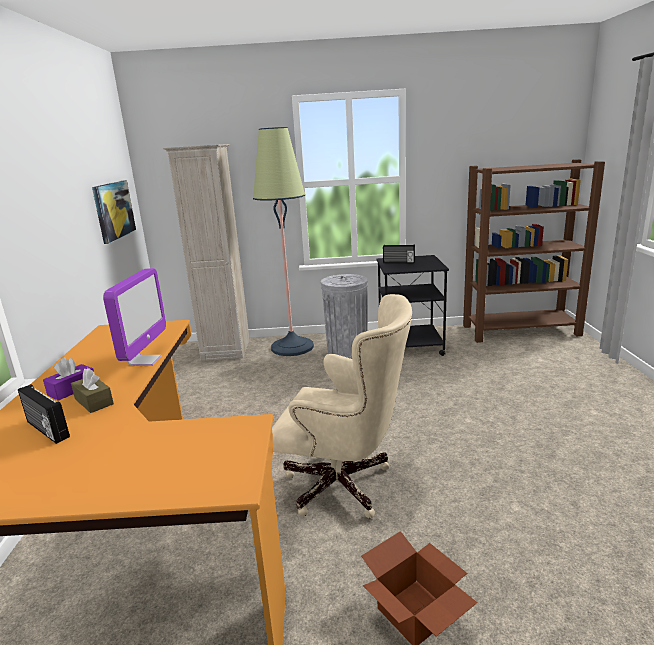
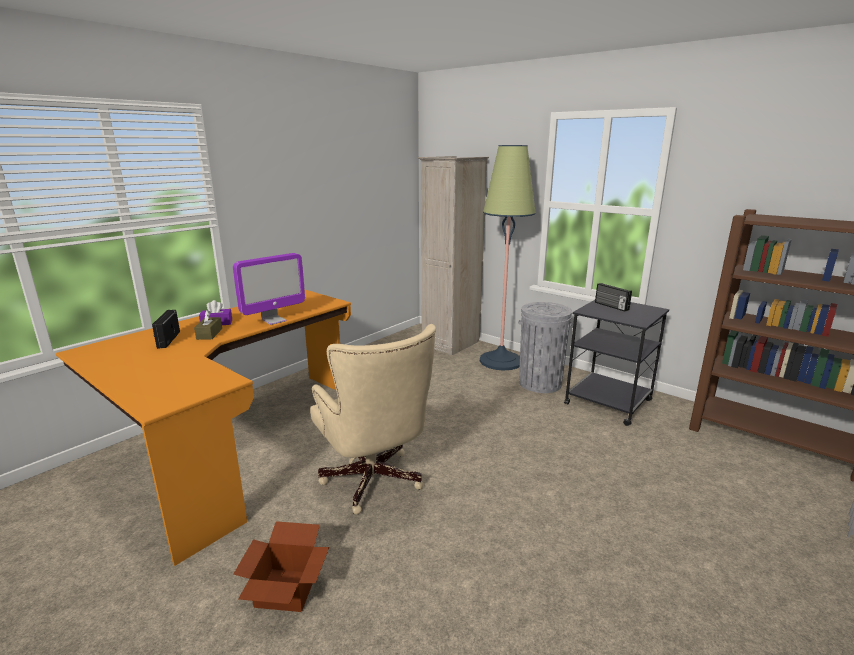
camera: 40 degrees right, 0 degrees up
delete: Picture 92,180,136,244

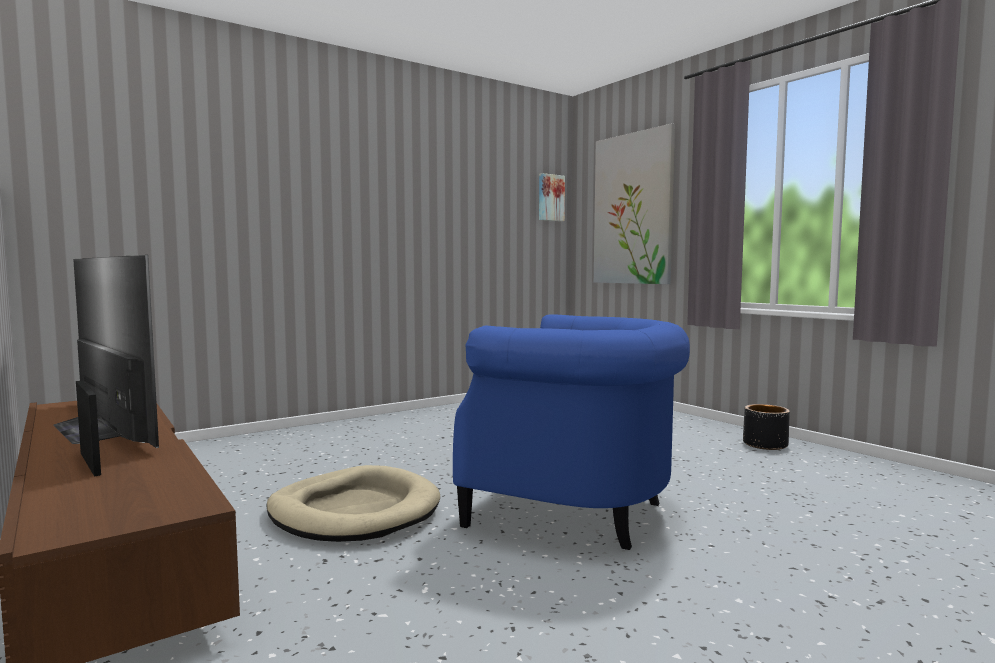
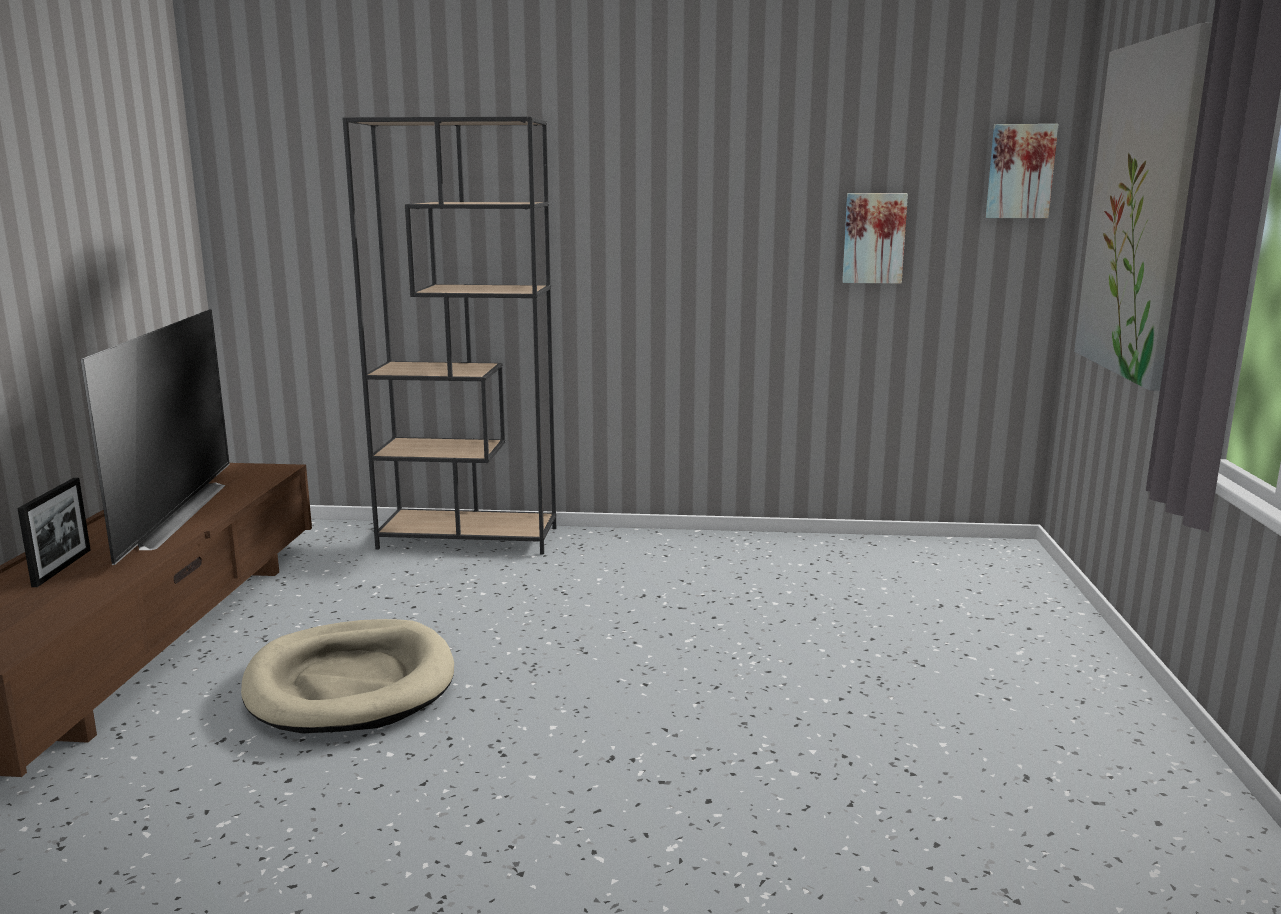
camera: 40 degrees right, 10 degrees up
delete: BluishLoungeChair 453,314,690,550; BlackishFlowerPot 743,404,790,450
insert: Bookcase 343,117,556,555; Picture 842,193,908,284

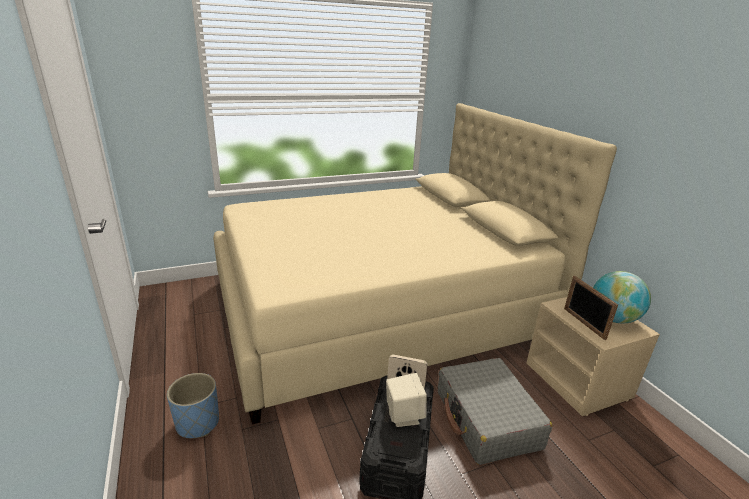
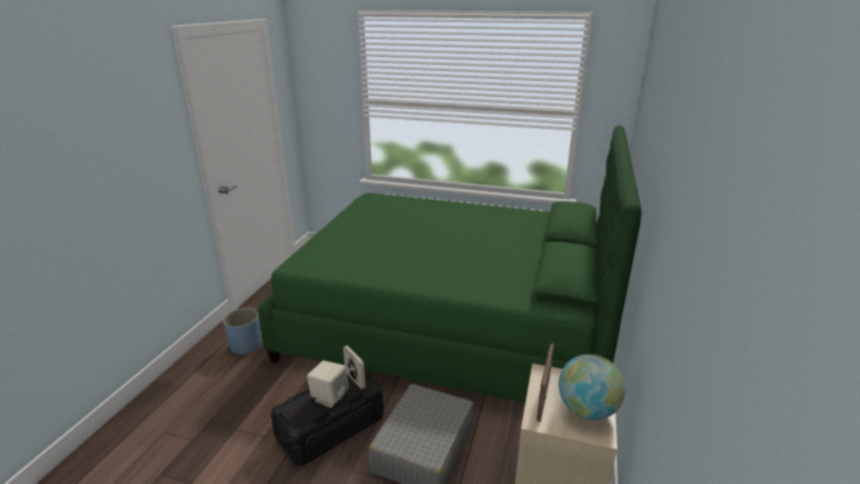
camera: 40 degrees right, 0 degrees up
recolor: BeigeBedroomBed 213,103,617,425 to GreenBedroomBed 257,126,642,403

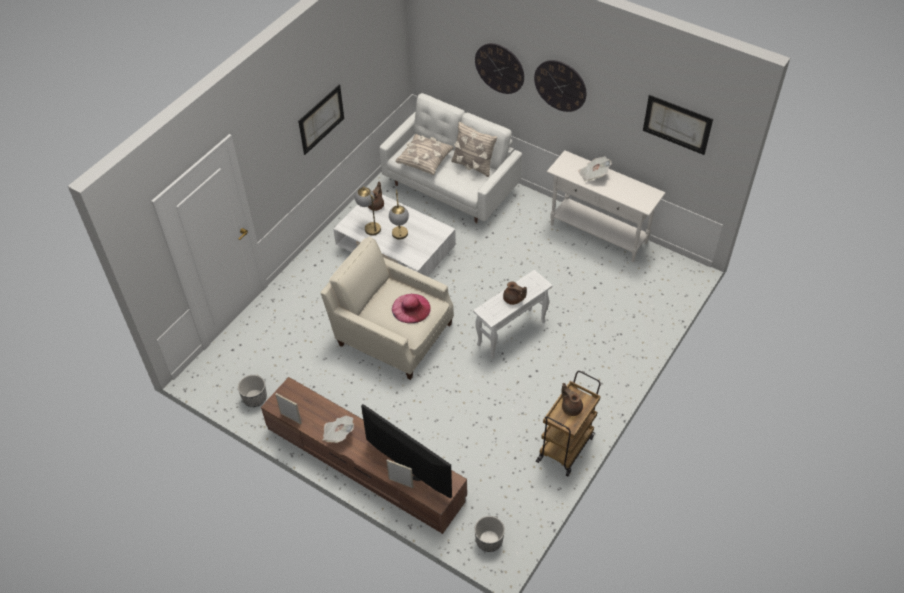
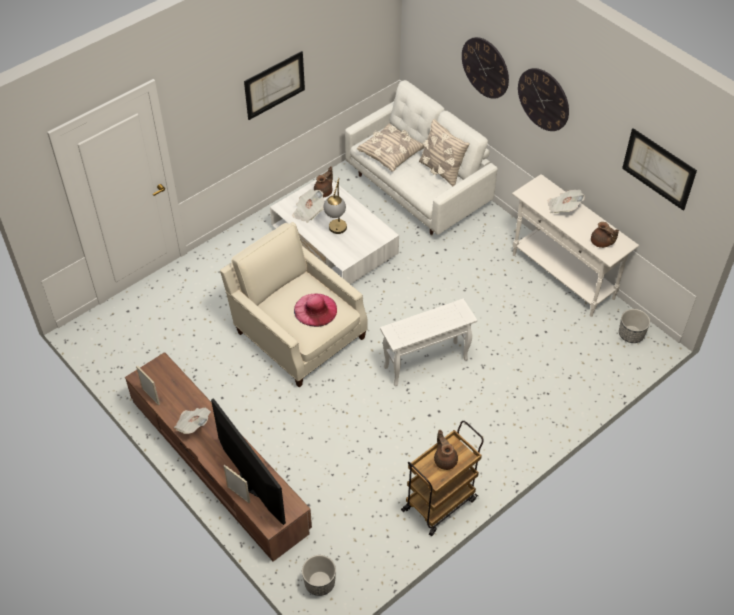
camera: 15 degrees right, 0 degrees up
move: BrownPotForTea 503,281,527,305 to 591,222,619,248; FlowerPot 238,375,267,407 to 619,309,650,343
replace: TableLamp 355,186,381,236 to DailyPaper 292,189,325,223

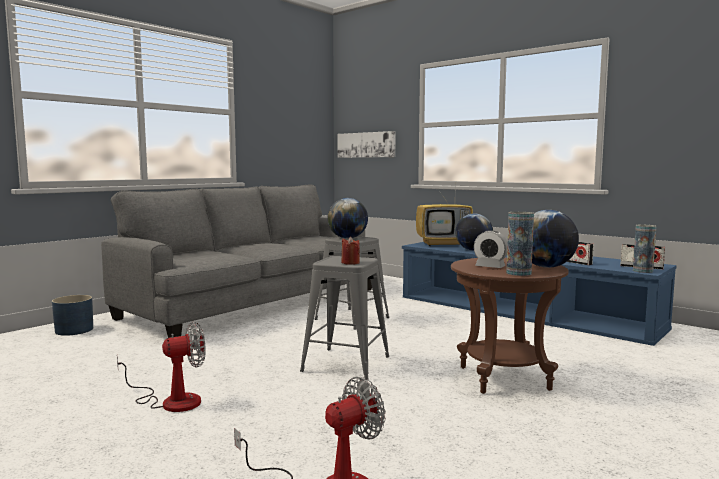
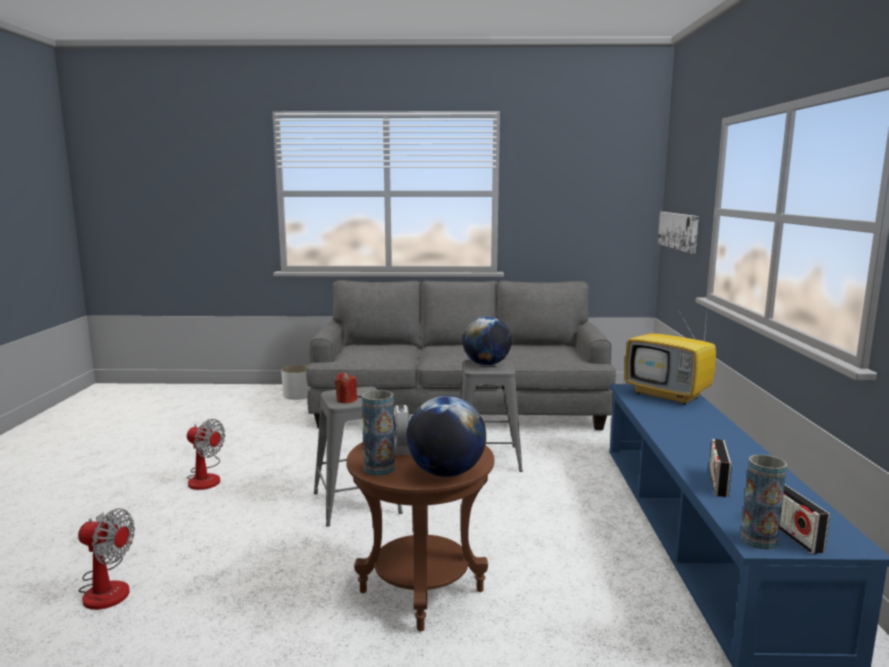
camera: 50 degrees right, 5 degrees up
delete: WorldGlobe 455,213,493,251
recolor: BluishFlowerPot 52,295,93,336 to WhitishFlowerPot 281,365,310,400

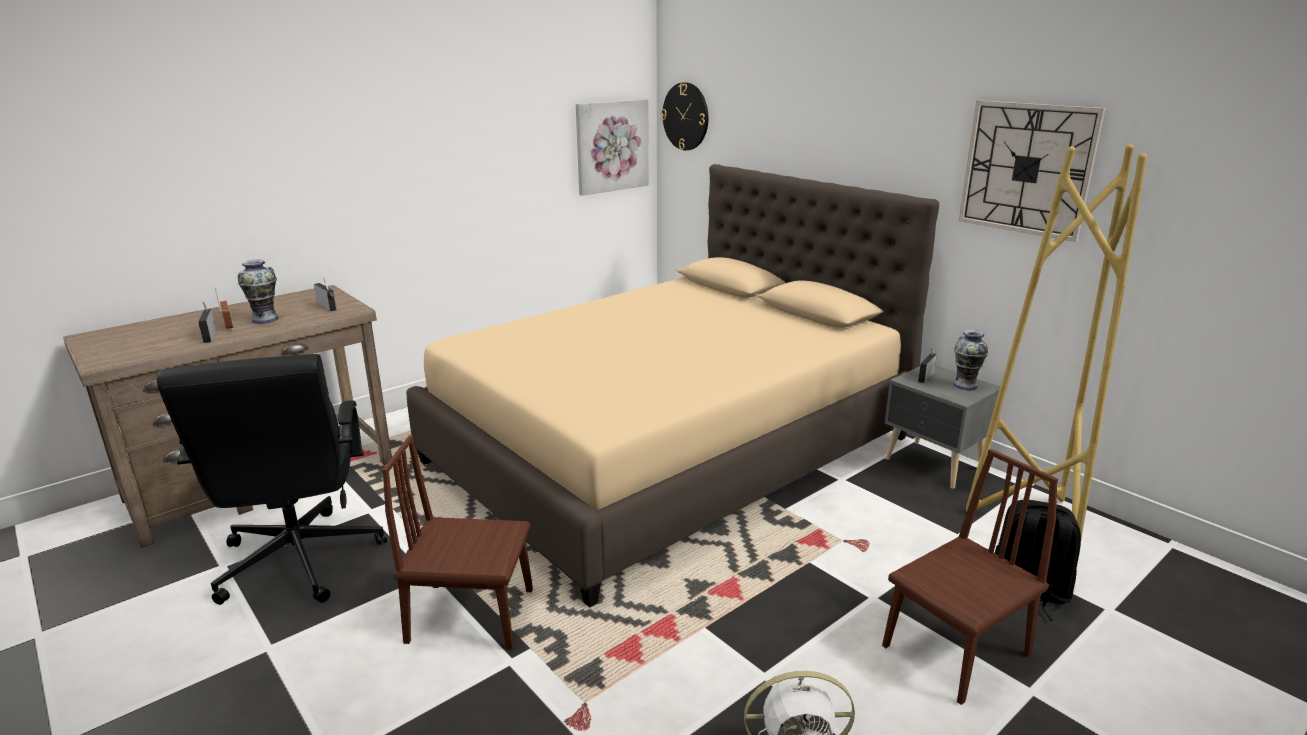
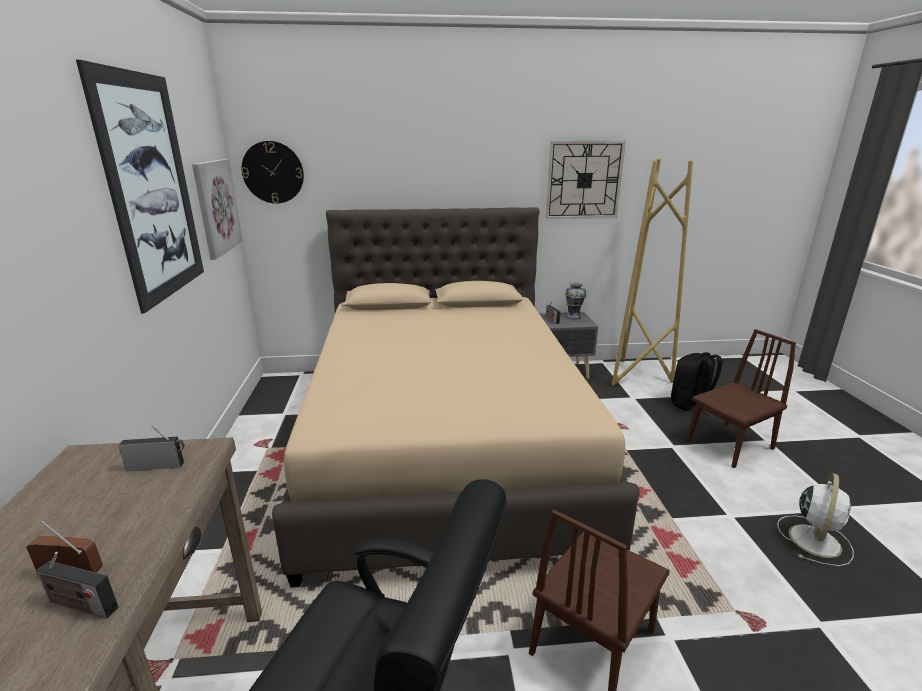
camera: 55 degrees left, 0 degrees up
delete: DecorativeVase 238,259,278,324
insert: Picture 76,60,204,314
rotate: BrownPlainChair 882,449,1058,705 = 686,329,796,468 60 degrees clockwise

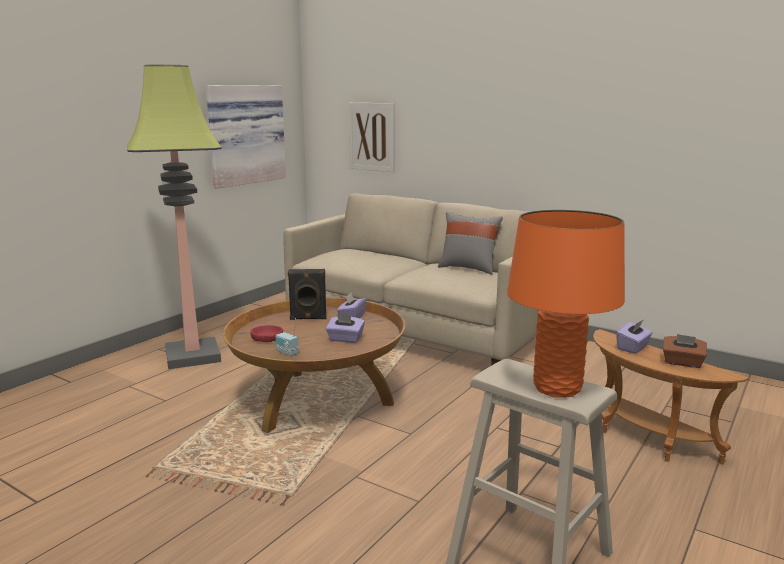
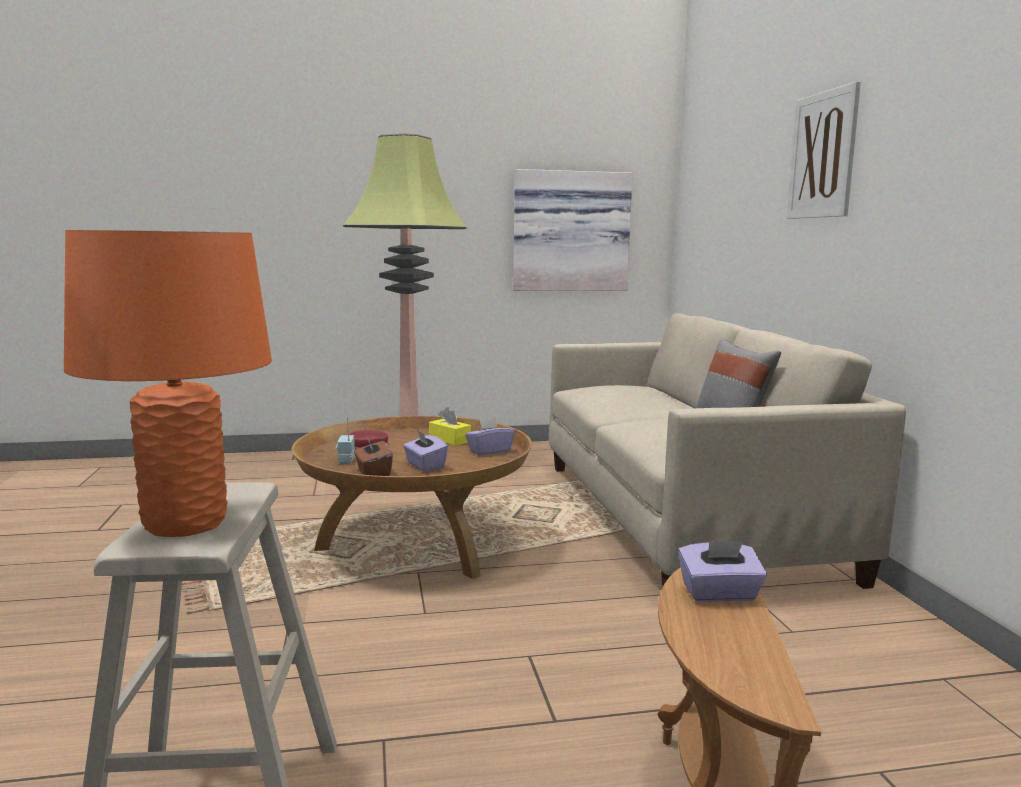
camera: 45 degrees right, 5 degrees down
move: Picture 348,103,395,172 to 787,81,861,219; BrownTissueBox 663,334,707,368 to 354,439,393,476
replace: BlackishSpeaker 288,269,327,320 to YellowishTissueBox 429,407,471,446

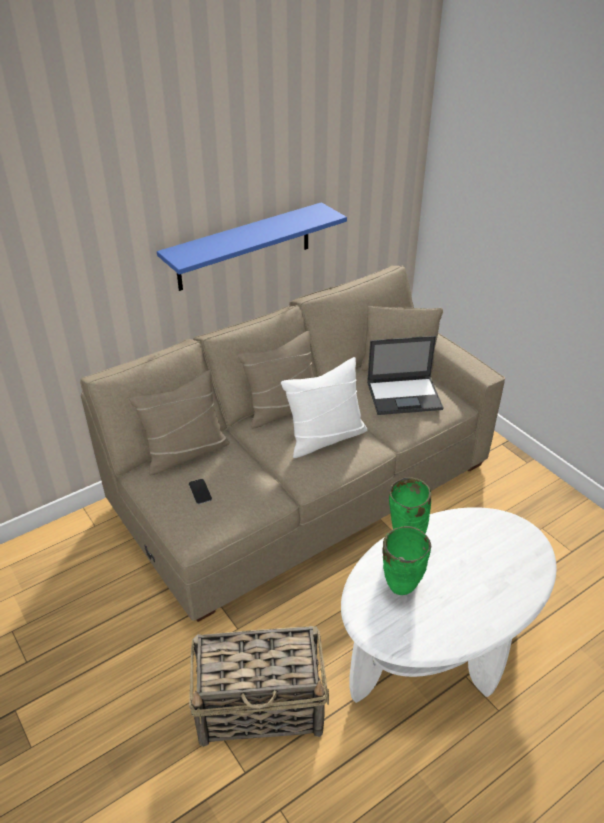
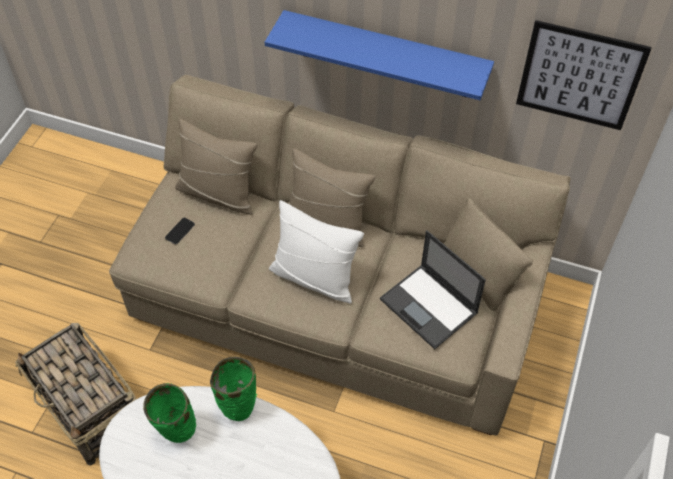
camera: 55 degrees right, 15 degrees up
insert: Picture 516,20,652,130

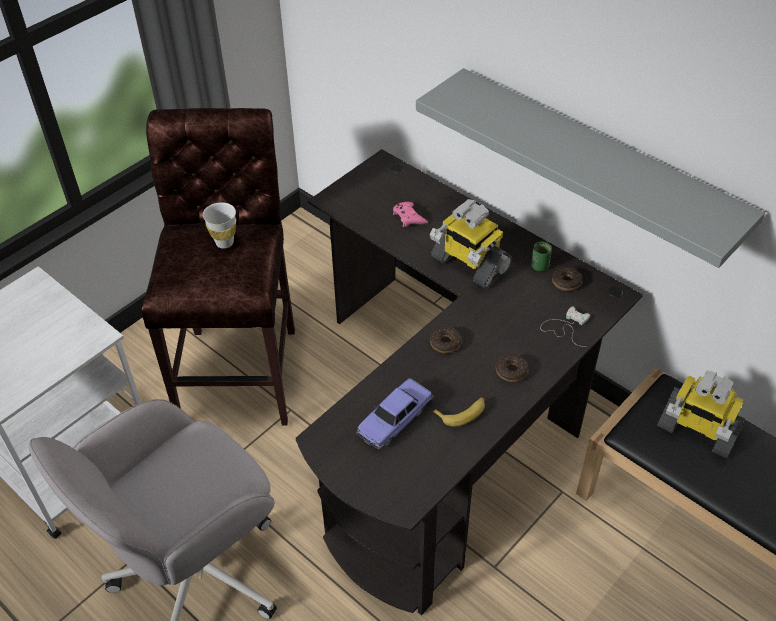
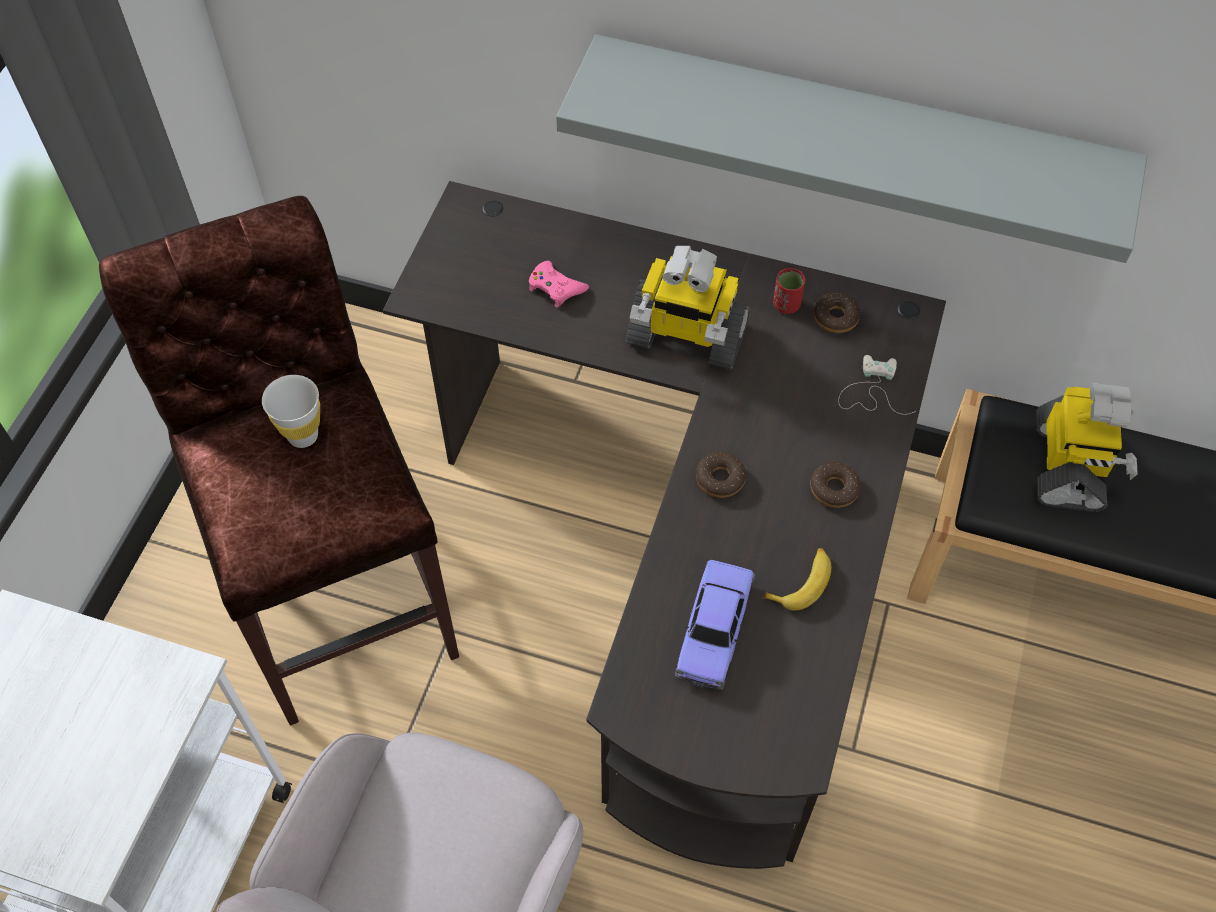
camera: 25 degrees left, 10 degrees up
recolor: GreenCup 531,241,552,271 to RedColouredCup 773,268,805,314
rotate: RobotFigure 657,371,746,459 = 1036,382,1138,512 90 degrees counterclockwise

